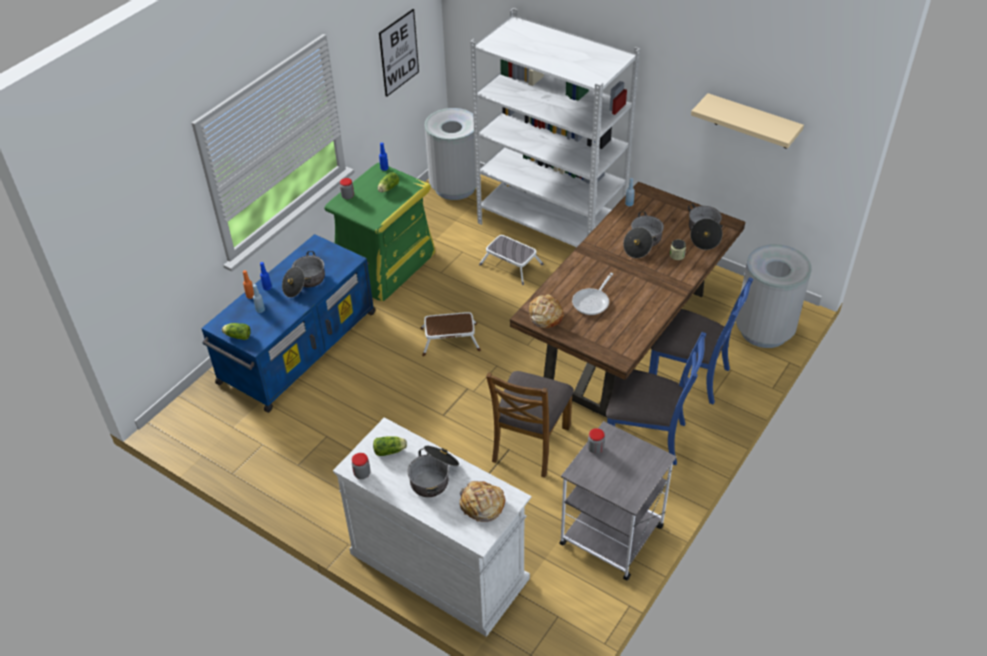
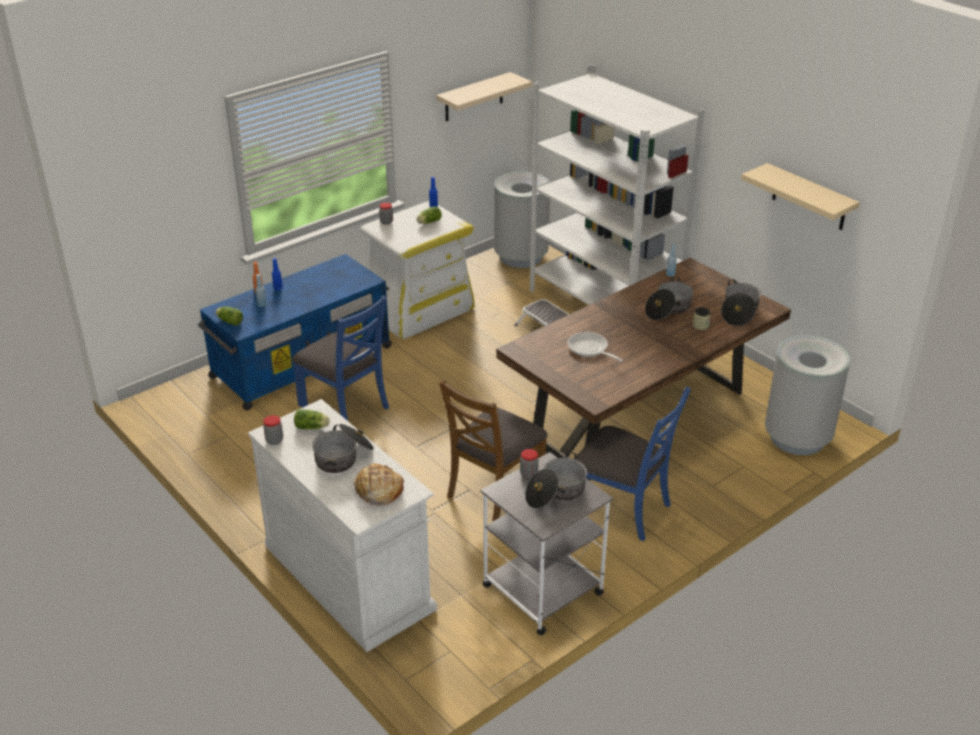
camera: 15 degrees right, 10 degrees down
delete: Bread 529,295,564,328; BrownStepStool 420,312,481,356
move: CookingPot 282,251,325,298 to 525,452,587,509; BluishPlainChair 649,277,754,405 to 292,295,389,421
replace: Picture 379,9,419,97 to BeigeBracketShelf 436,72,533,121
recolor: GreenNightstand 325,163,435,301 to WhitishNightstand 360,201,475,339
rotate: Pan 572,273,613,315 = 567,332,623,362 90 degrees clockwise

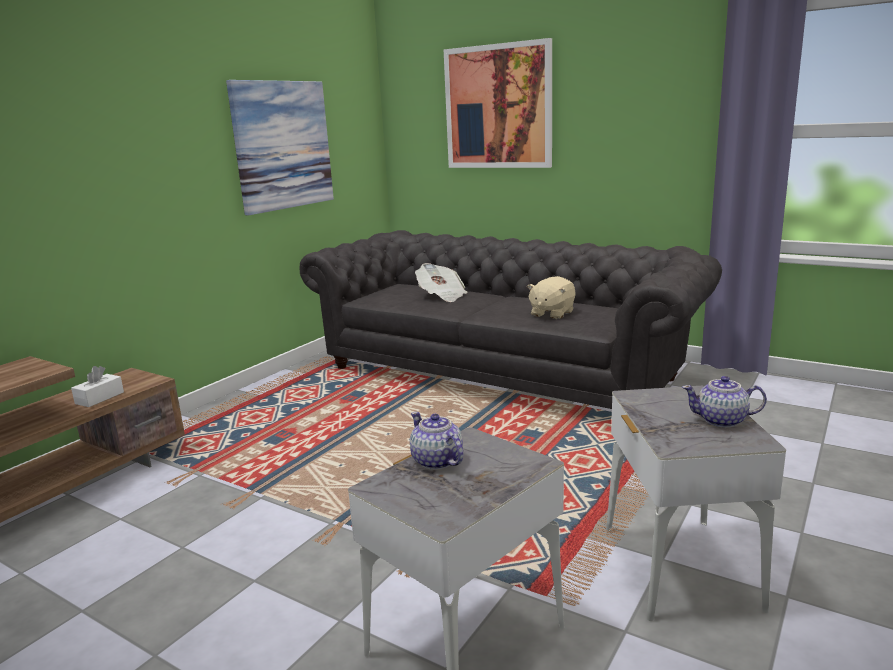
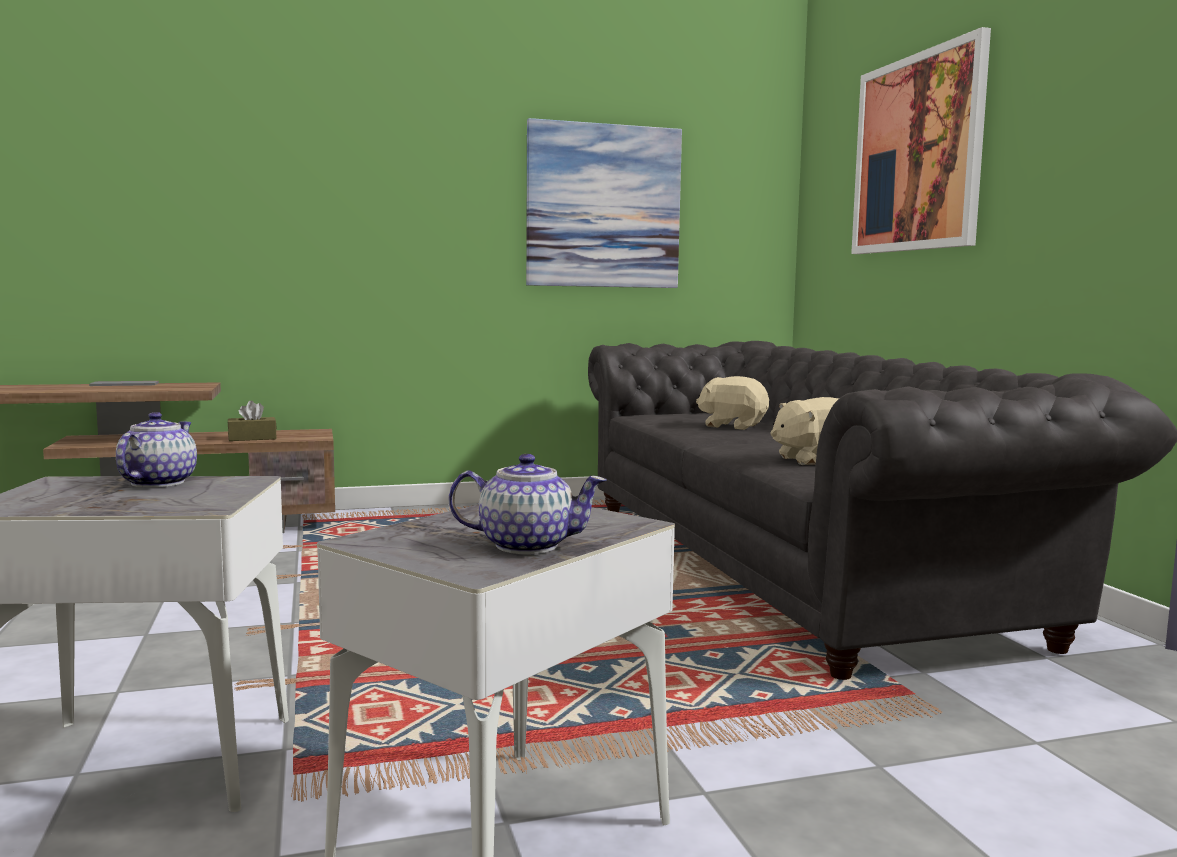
camera: 40 degrees right, 10 degrees down
replace: DailyPaper 415,263,467,302 to BeigePlushToy 696,376,769,430
recolor: WhitishTissueBox 71,366,124,407 to BrownTissueBox 227,401,277,441
rotate: PotForTea 682,376,767,428 = 449,454,607,554 135 degrees clockwise

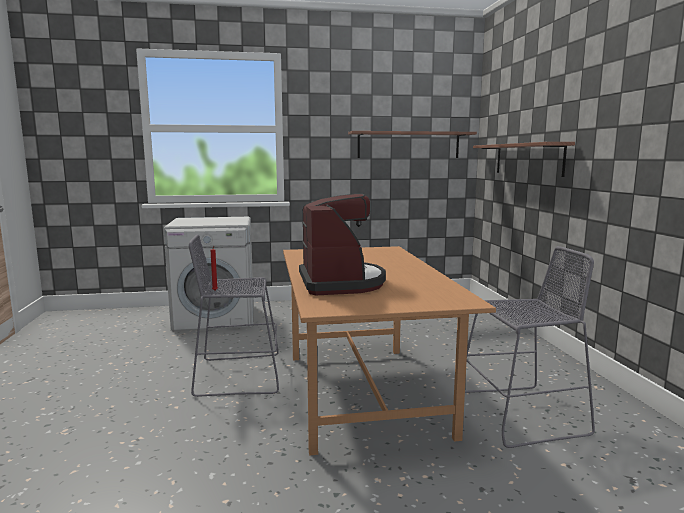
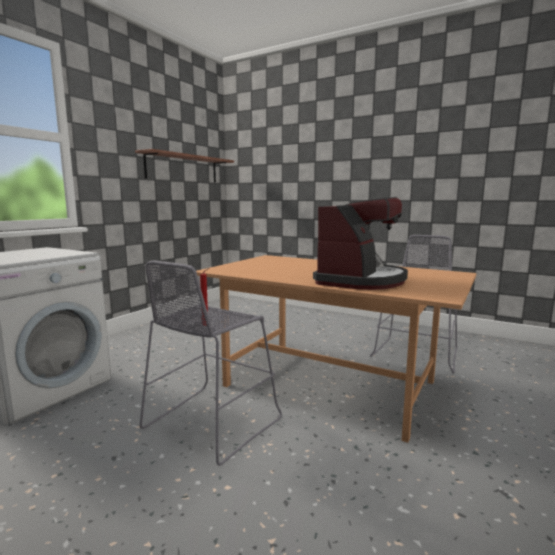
camera: 50 degrees left, 0 degrees up
delete: BracketShelf 473,142,575,177
rotate: CoffeeMachine 299,194,386,295 = 313,197,408,290 90 degrees clockwise

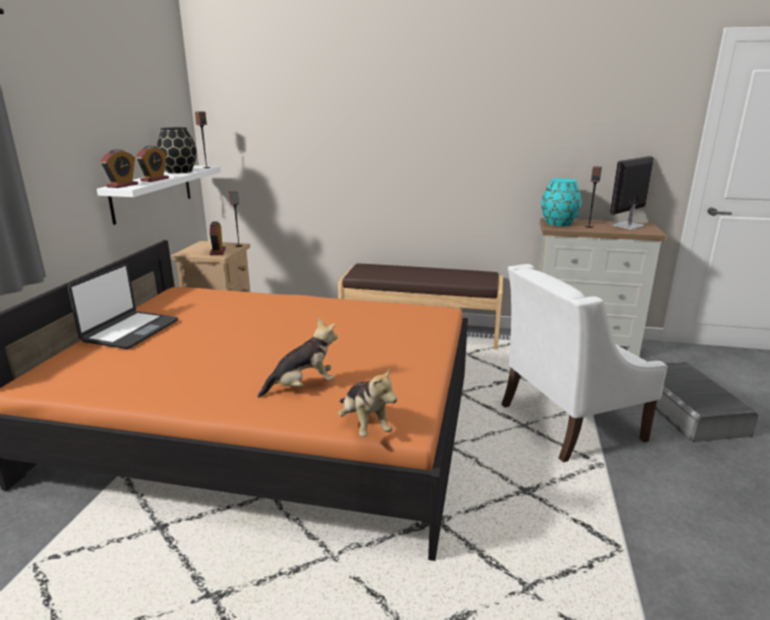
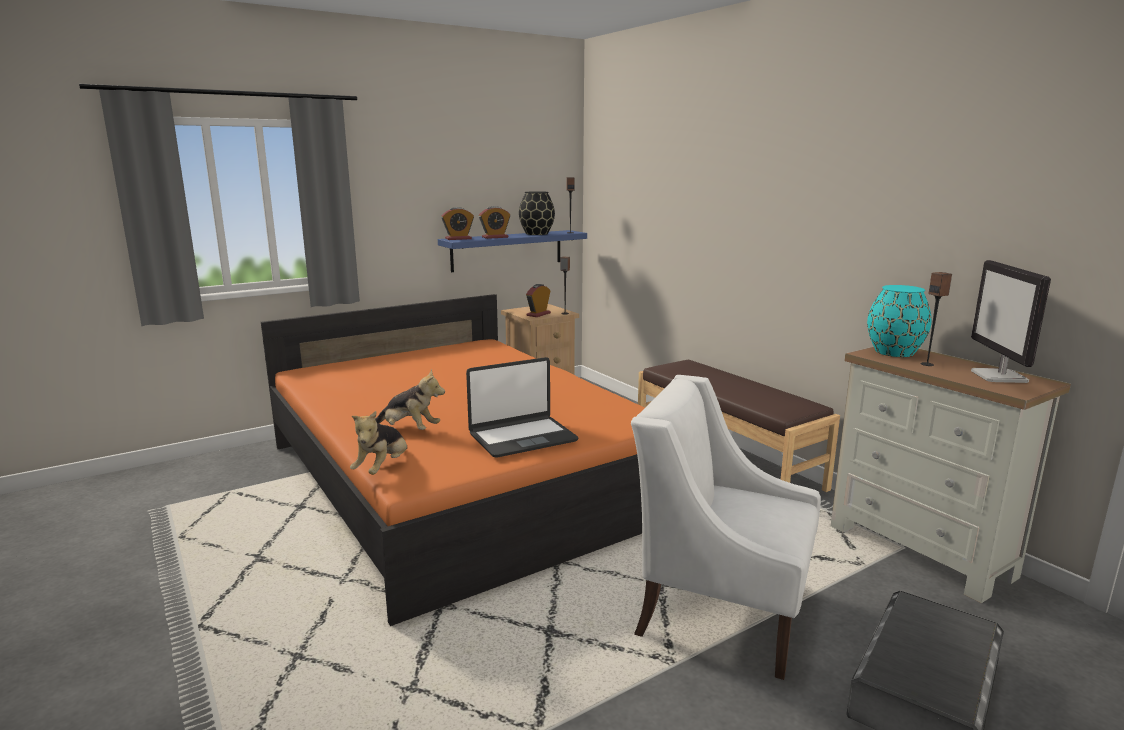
camera: 45 degrees right, 5 degrees down
move: NotebookComputer 68,263,178,349 to 466,357,578,458
recolor: WhitishBracketShelf 97,166,221,225 to BluishBracketShelf 438,230,587,273
rotate: ComputerDisplay 610,156,654,230 = 971,260,1051,383 90 degrees counterclockwise

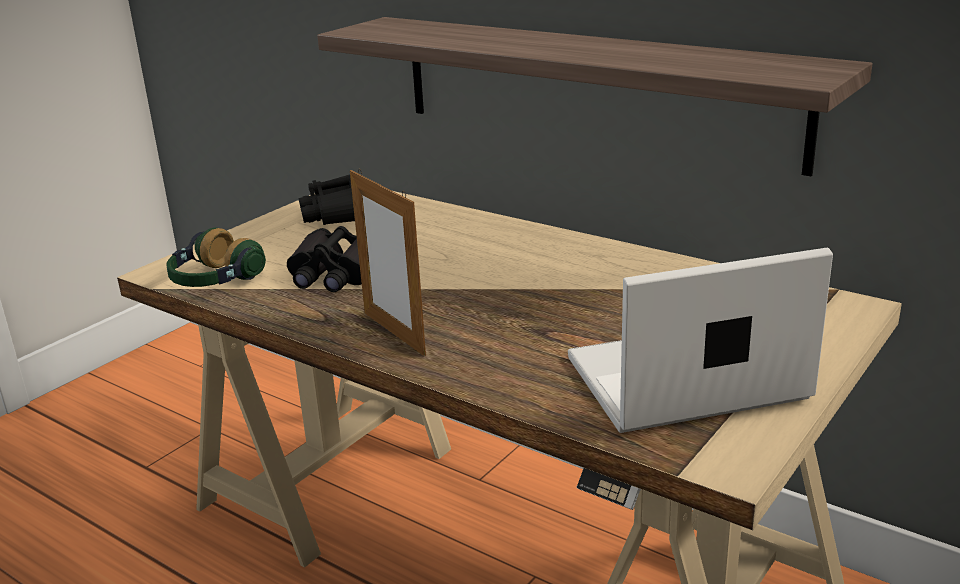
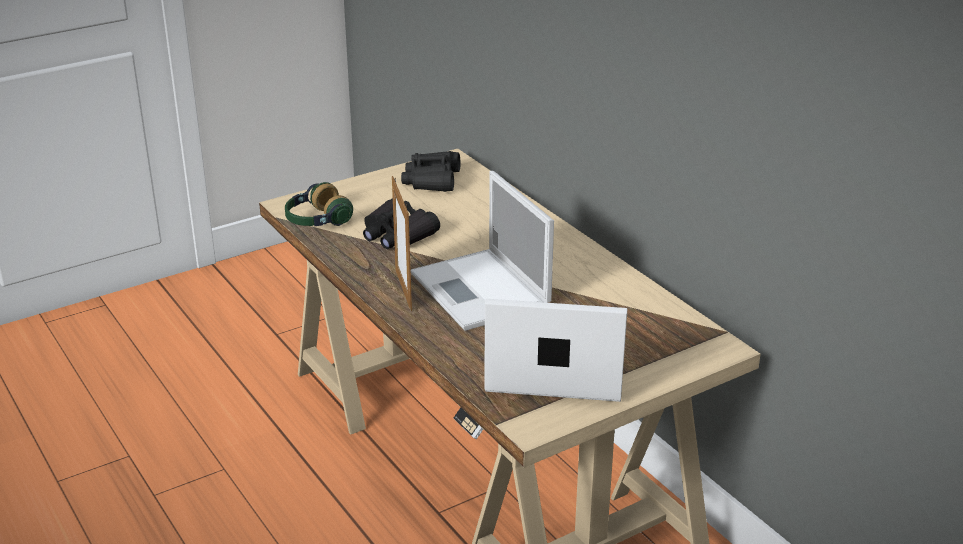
camera: 20 degrees right, 5 degrees up
delete: BracketShelf 317,17,872,176
insert: NotebookComputer 411,171,554,331

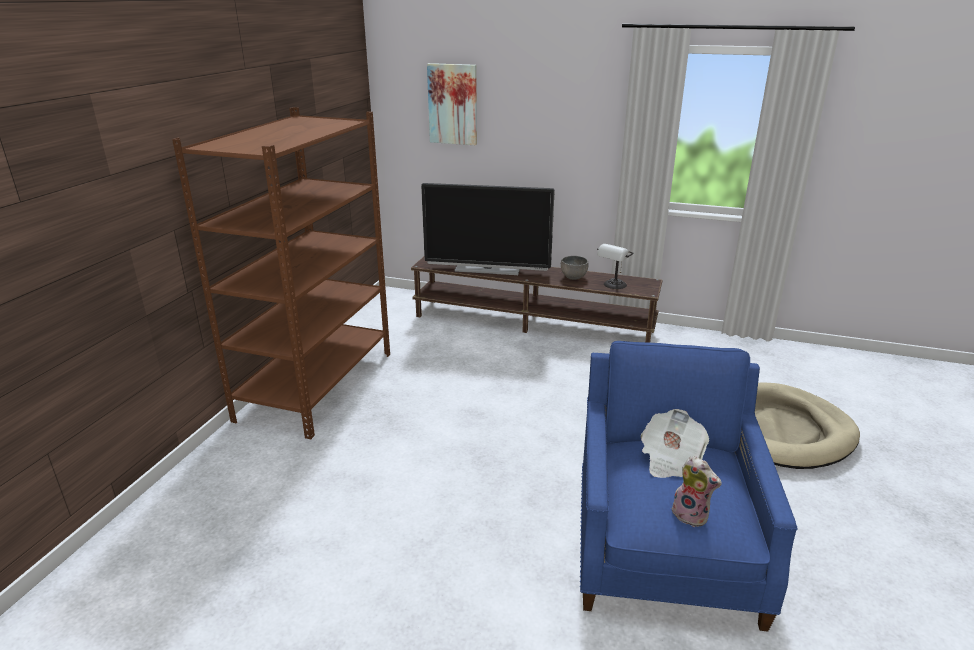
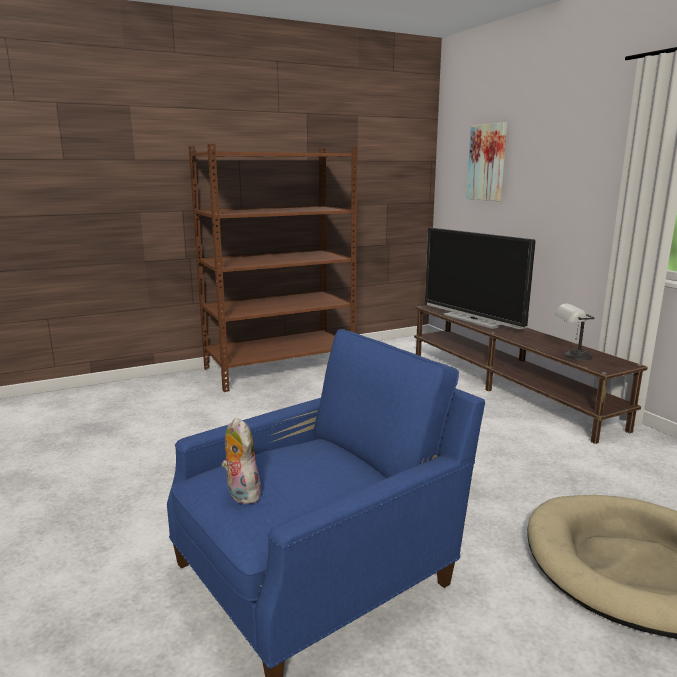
camera: 45 degrees right, 10 degrees down
delete: GreyishDeepDish 561,256,589,280; DailyPaper 641,409,709,478
rotate: PlushToy 672,456,722,527 = 221,417,261,504 150 degrees clockwise

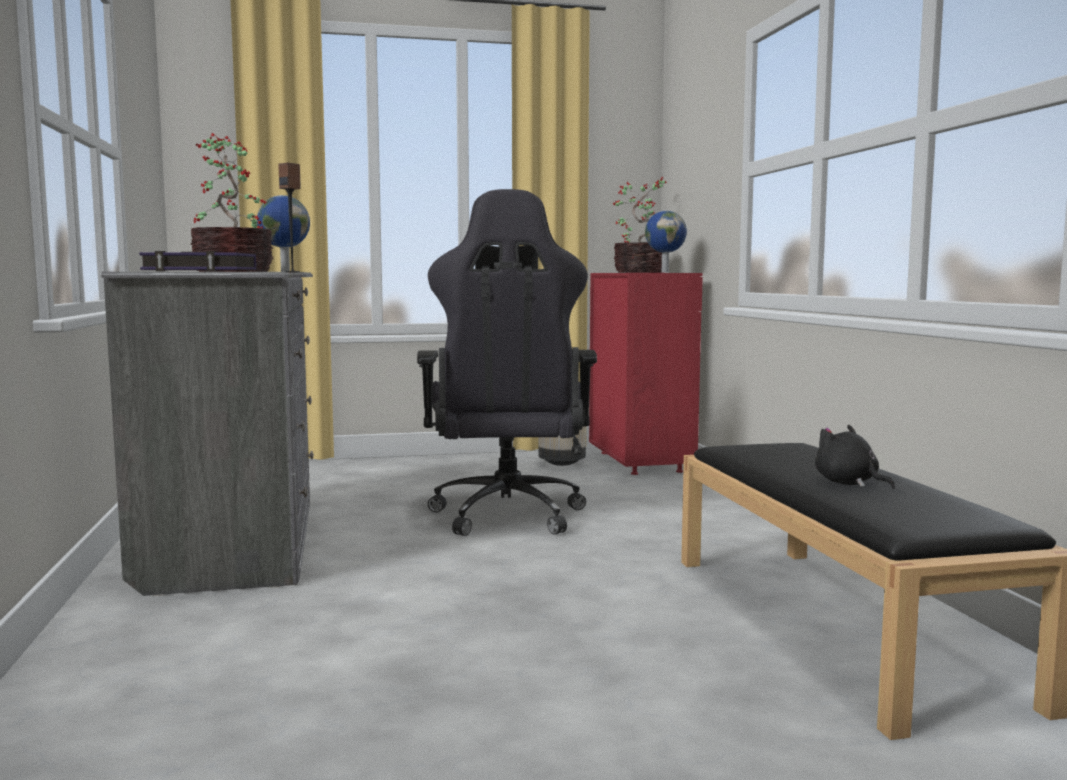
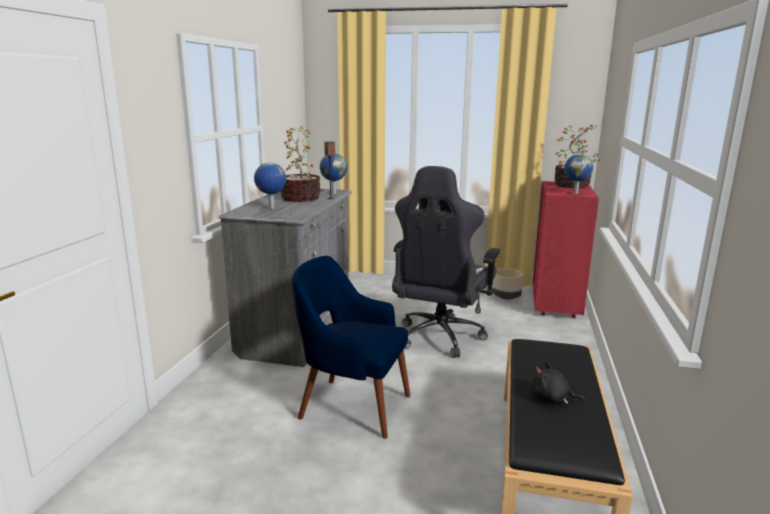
camera: 25 degrees right, 10 degrees up
insert: BluishLoungeChair 292,256,410,439
replace: Volume 139,251,256,271 to WorldGlobe 254,162,286,209
rotate: BlackishPlushToy 815,425,895,489 = 532,361,585,404 60 degrees counterclockwise

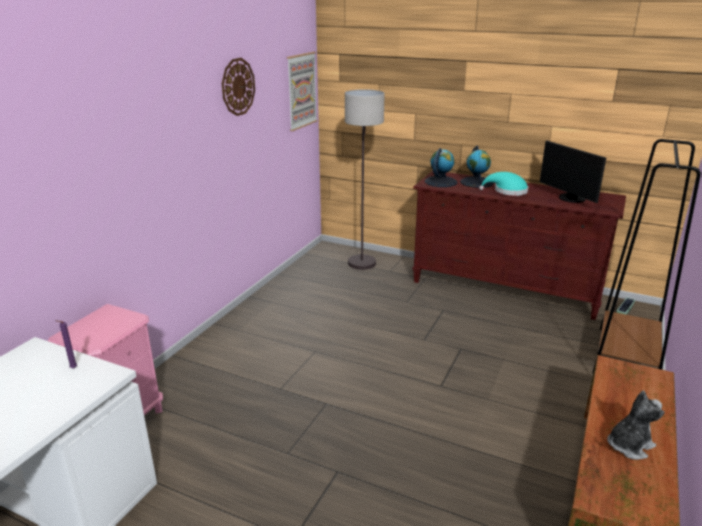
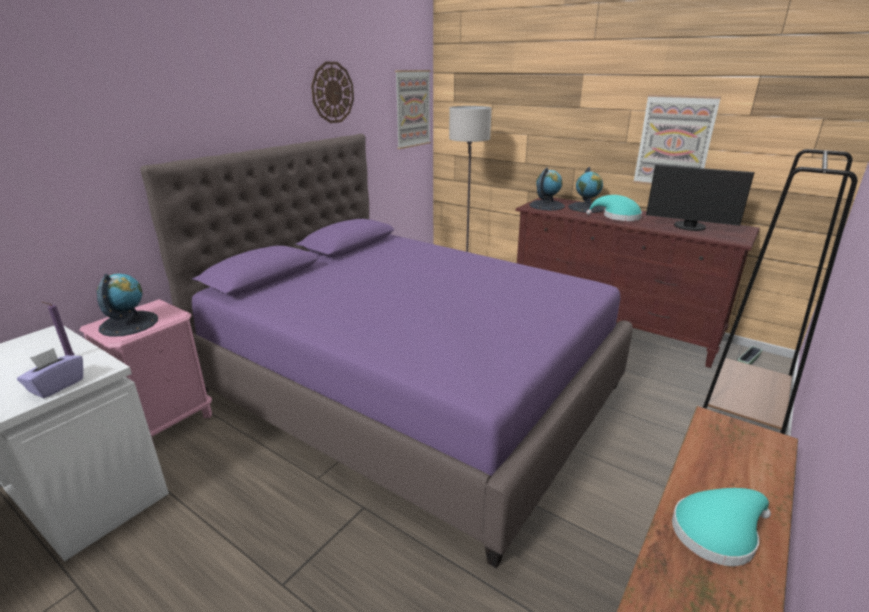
camera: 10 degrees right, 0 degrees up
insert: Picture 633,94,721,185; PurpleBedroomBed 140,134,633,568; WorldGlobe 97,273,158,337; PurpleTissueBox 17,348,83,399
replace: PlushToy 607,390,665,460 to TurquoiseColouredWearableHat 672,488,771,566
rotate: ComputerDisplay 540,140,606,203 = 646,165,755,231 45 degrees counterclockwise

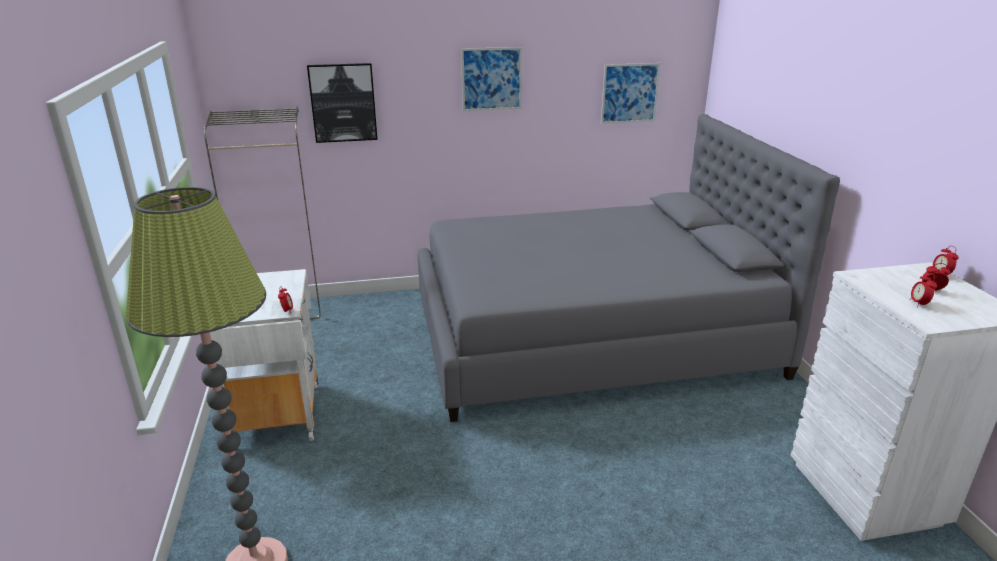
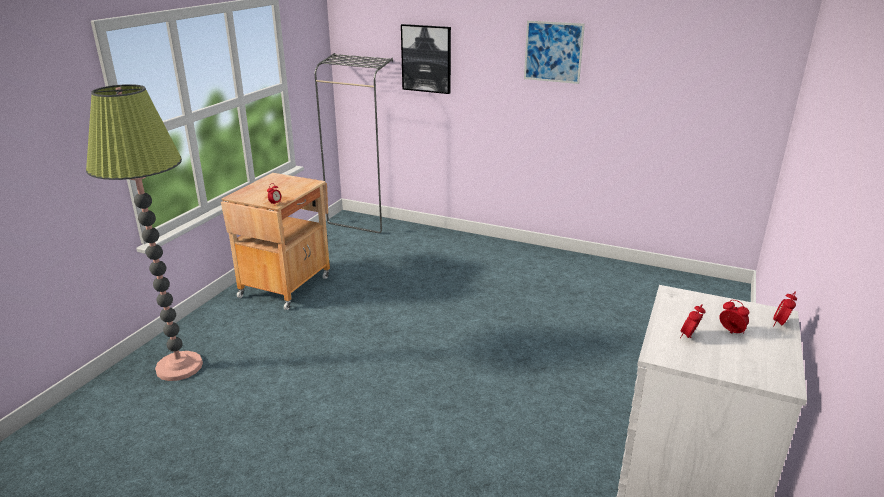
camera: 35 degrees right, 0 degrees up
delete: Picture 601,63,661,124; GreyishBedroomBed 418,114,840,422
recolor: WhitishCart 210,269,319,441 to BrownCart 221,173,330,310

